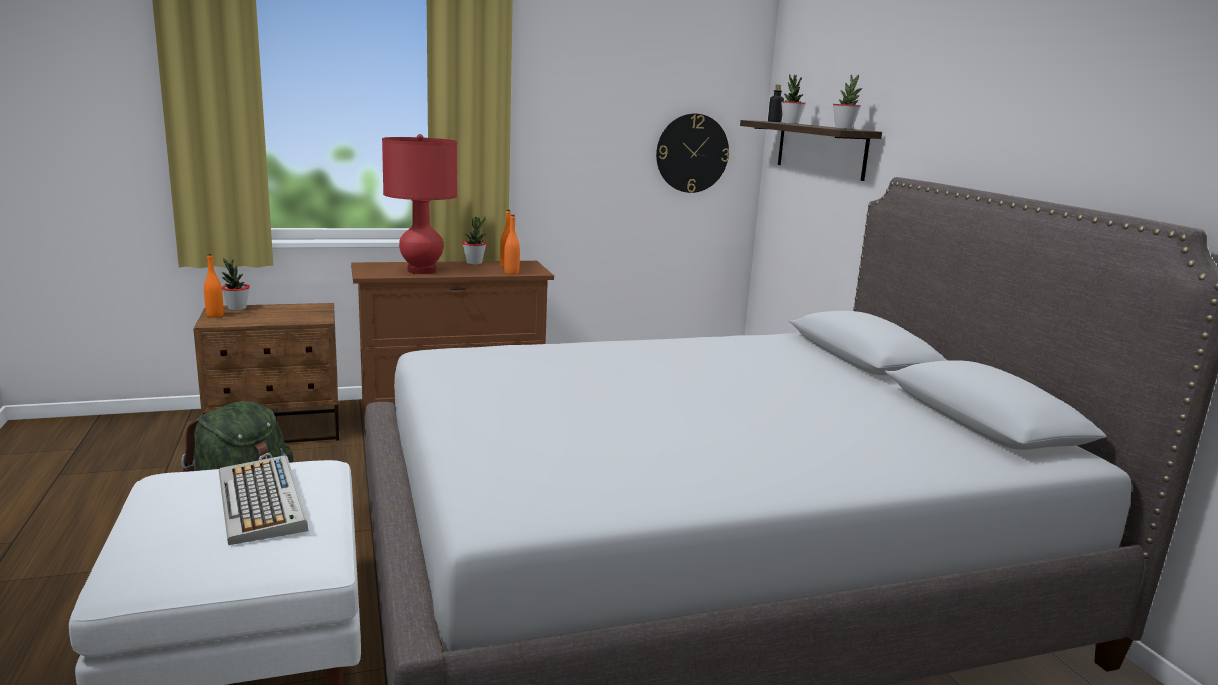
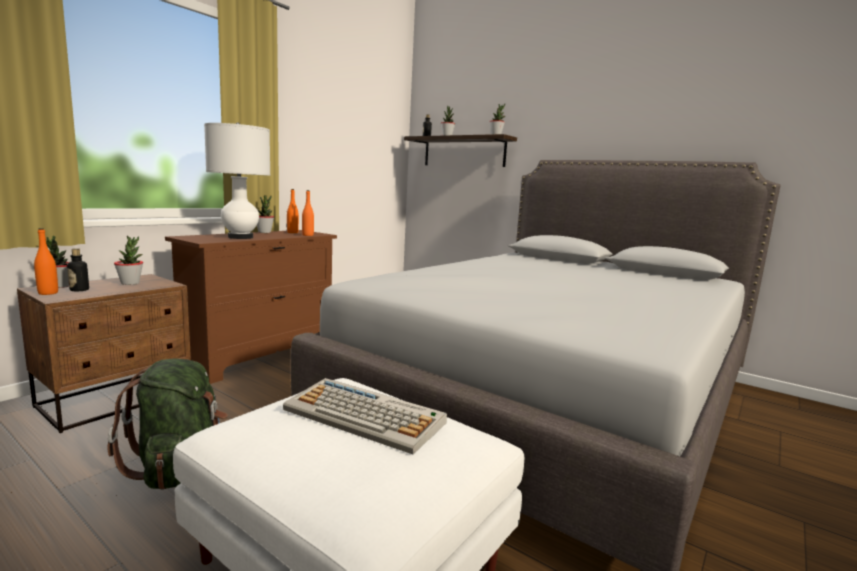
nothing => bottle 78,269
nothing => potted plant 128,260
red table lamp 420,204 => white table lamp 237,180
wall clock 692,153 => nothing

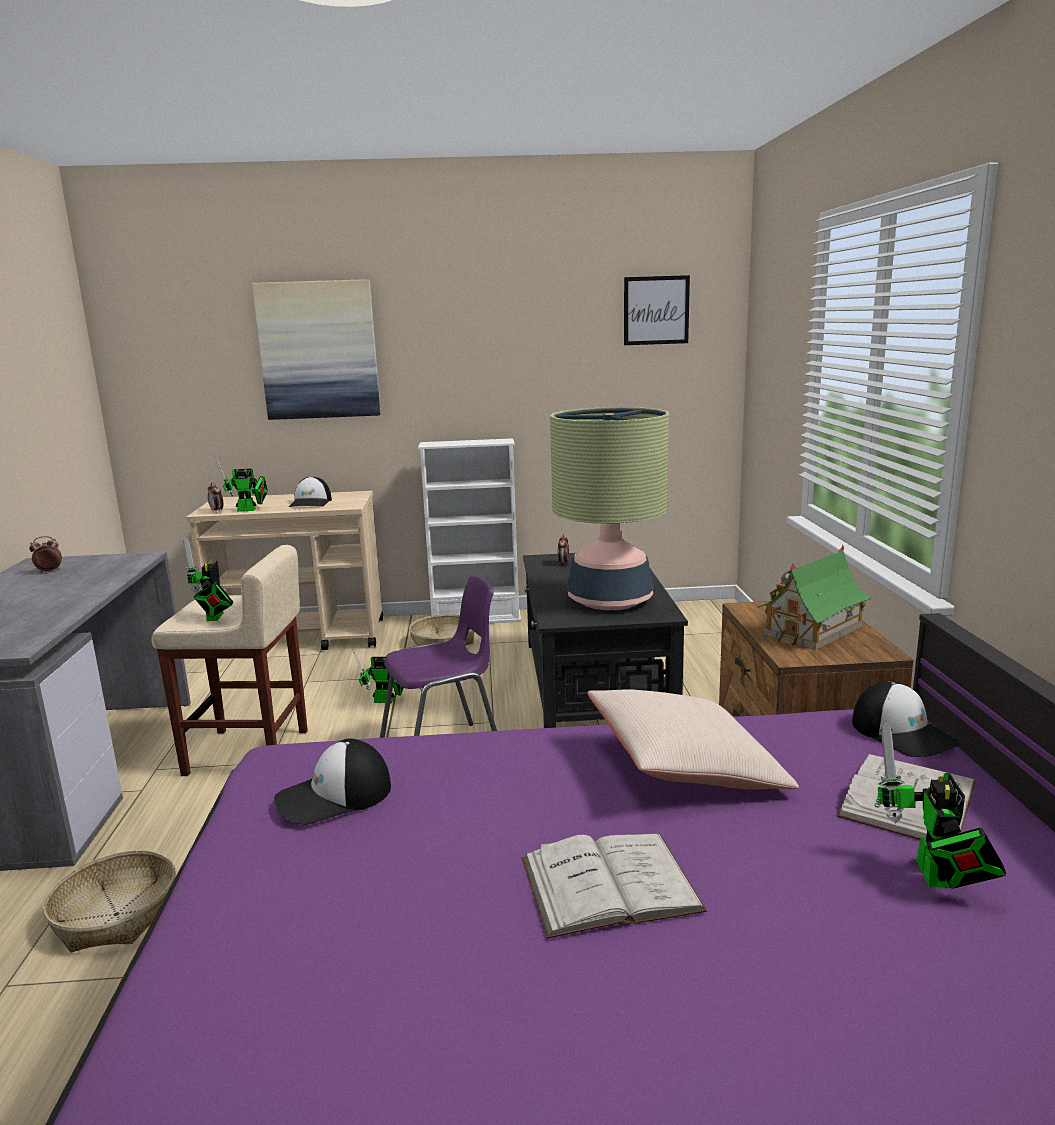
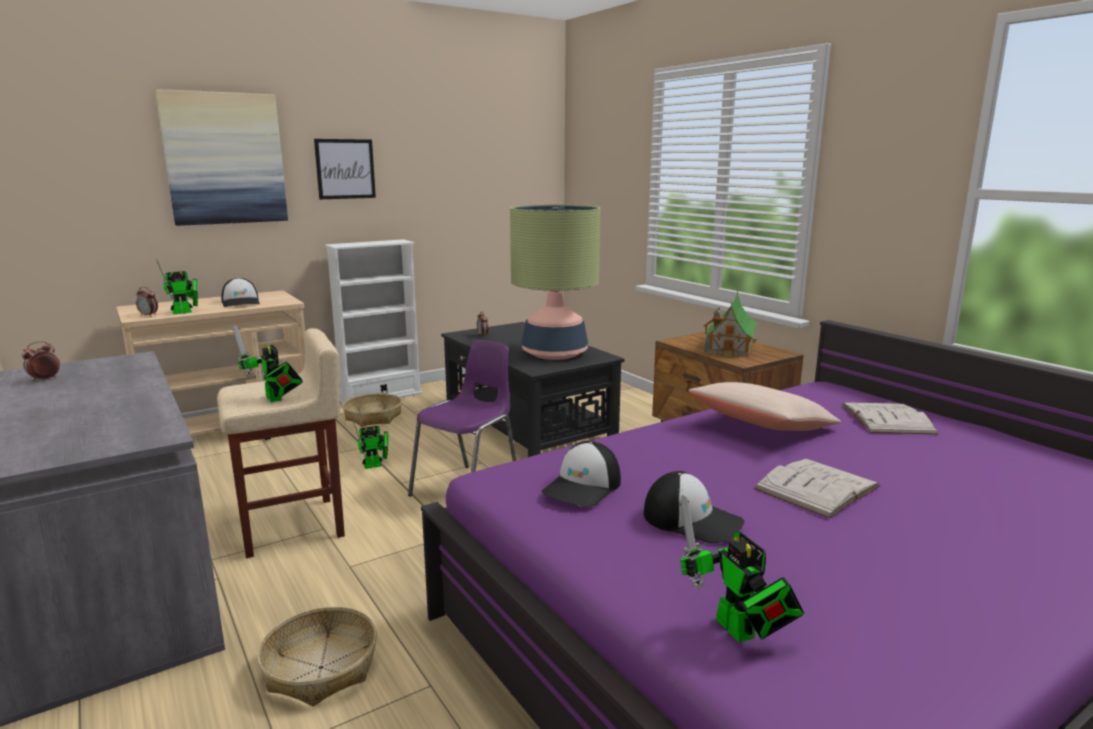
picture 657,310 => picture 345,169, moved
cap 906,719 => cap 694,507, moved
toy robot 942,805 => toy robot 742,568, moved

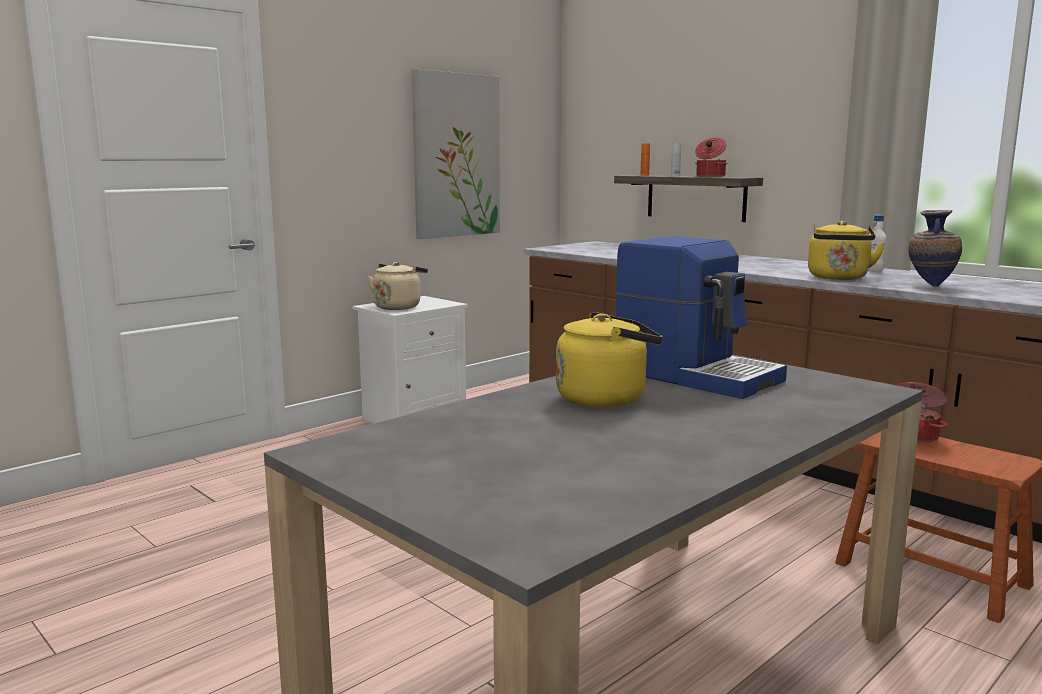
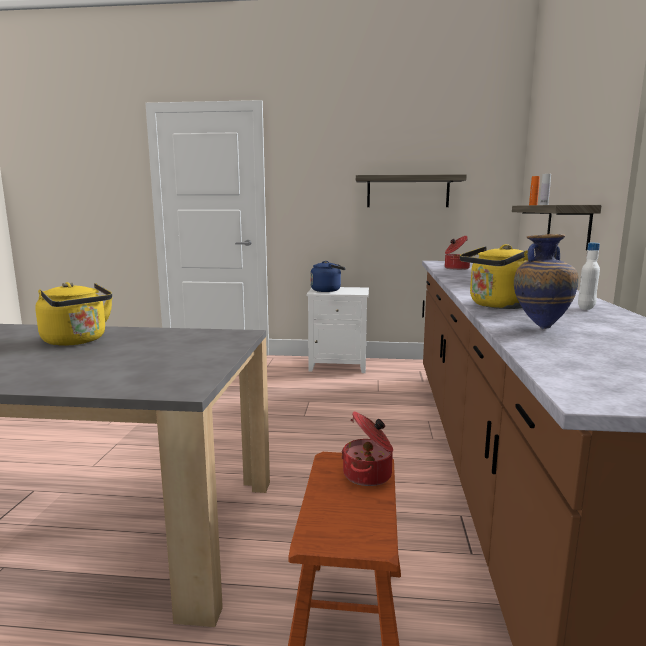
beige kettle 398,286 => blue kettle 328,276
picture 456,154 => shelf 411,190
cooking pot 711,157 => cooking pot 457,253, moved
coffee machine 701,317 => nothing

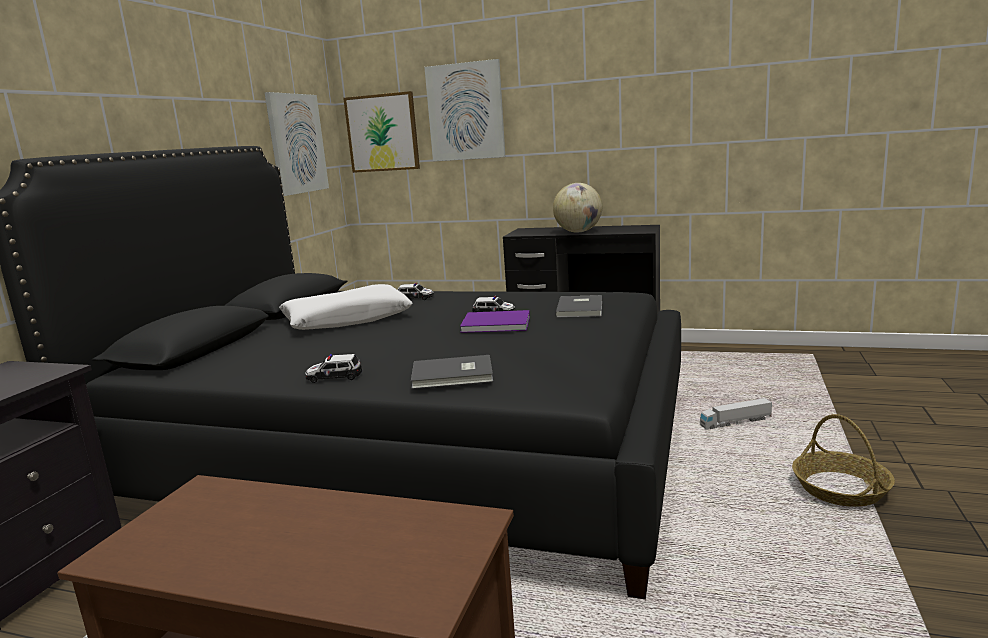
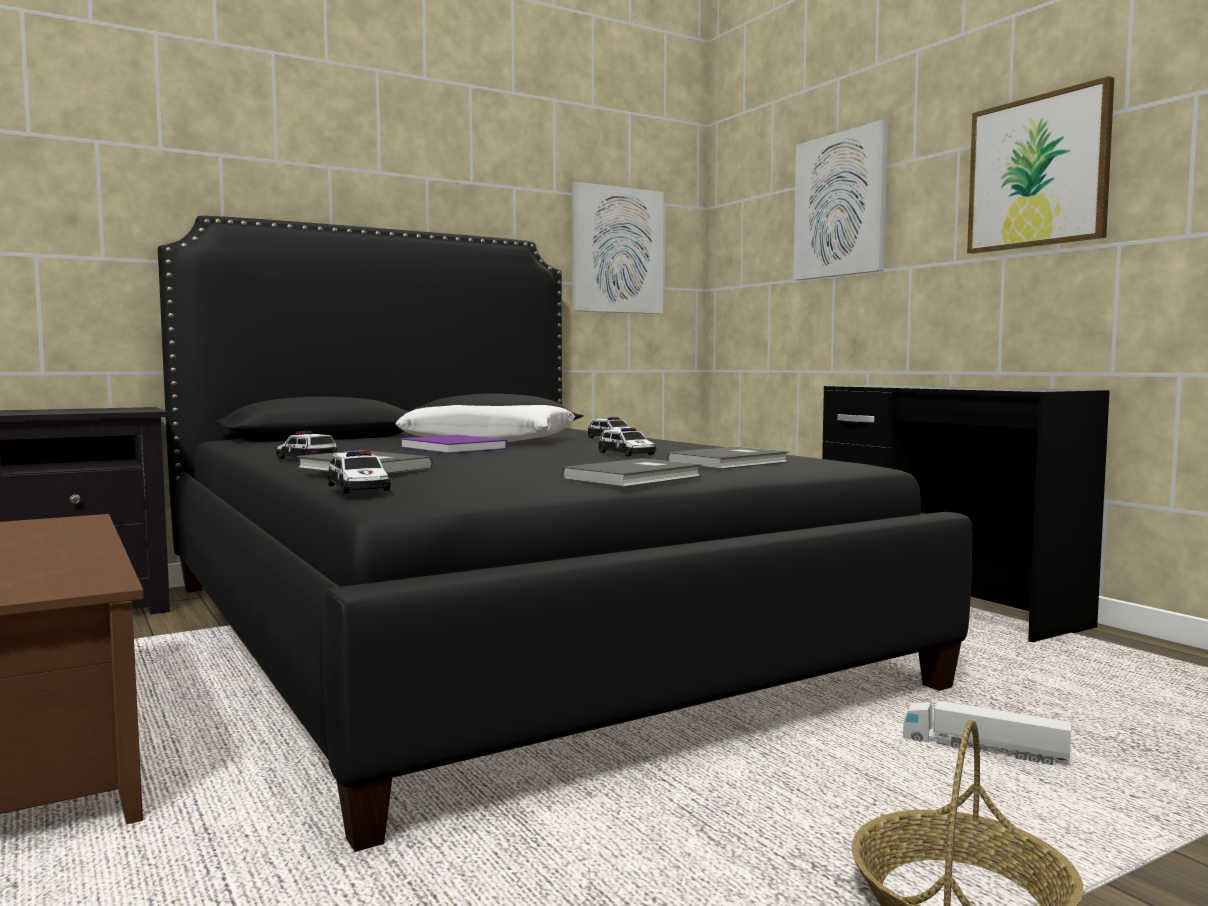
nothing => toy car 359,472
purple book 495,321 => purple book 454,444, moved
nothing => grey book 632,472
picture 381,132 => picture 1040,165, moved
globe 577,208 => nothing

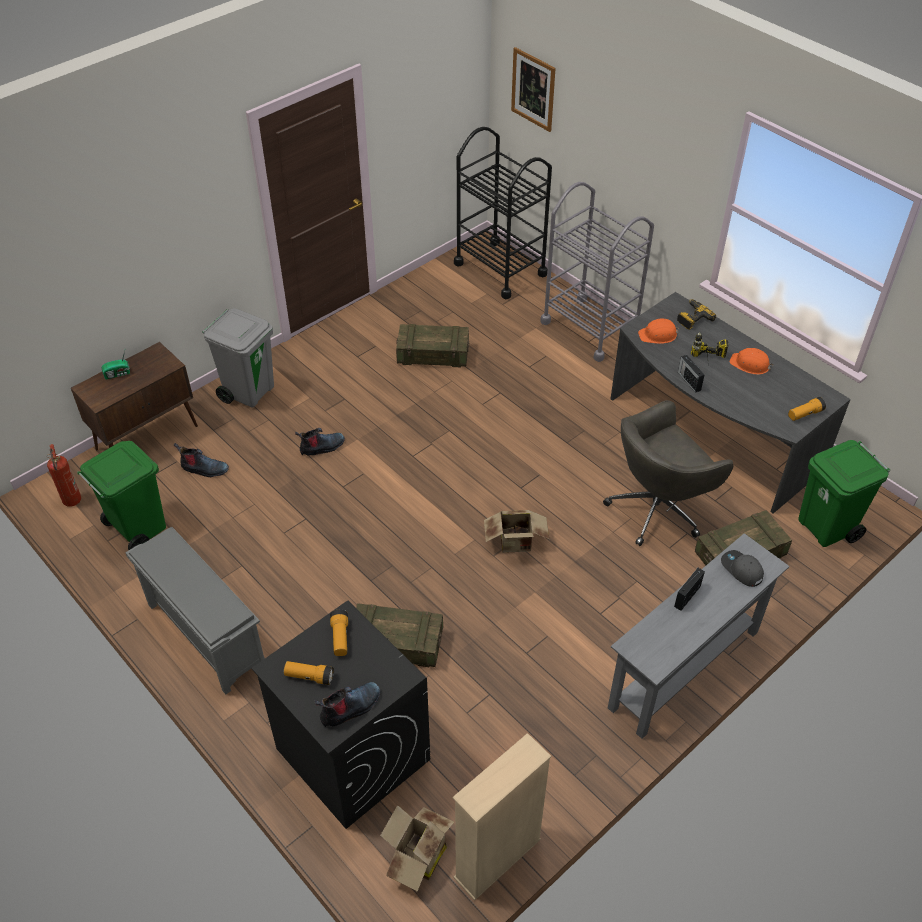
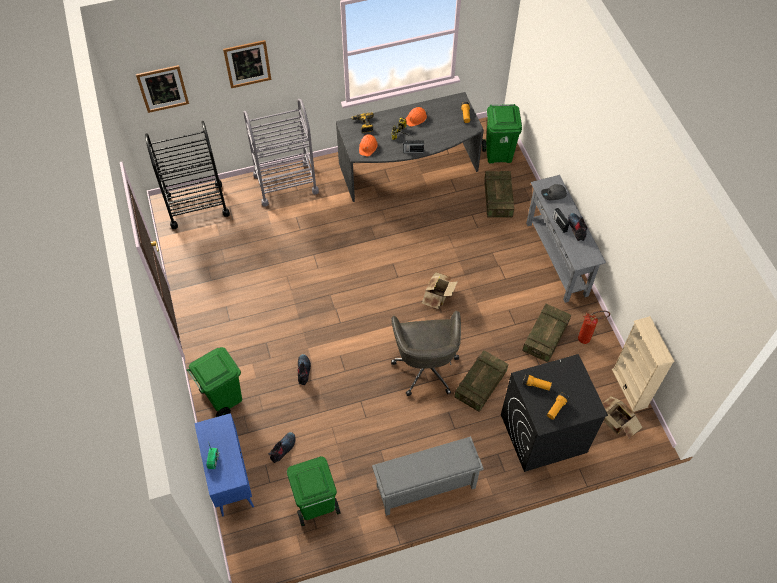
grey trash can 238,357 => green trash can 214,382
brown cabinet 134,396 => blue cabinet 224,464
nothing => picture 247,64
grey office chair 668,473 => grey office chair 426,353, moved
crate 432,345 => crate 546,333, moved
boot 347,704 => boot 578,227, moved
fire extinguisher 64,475 => fire extinguisher 594,327, moved

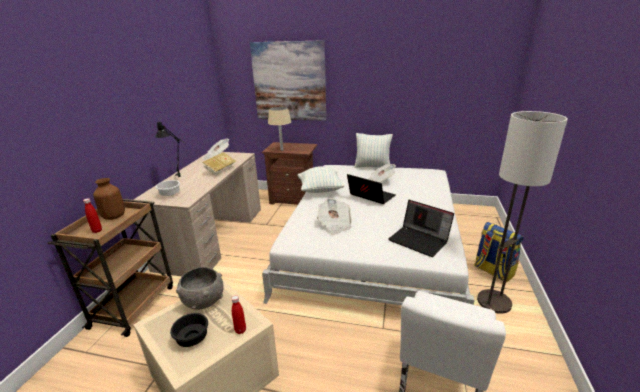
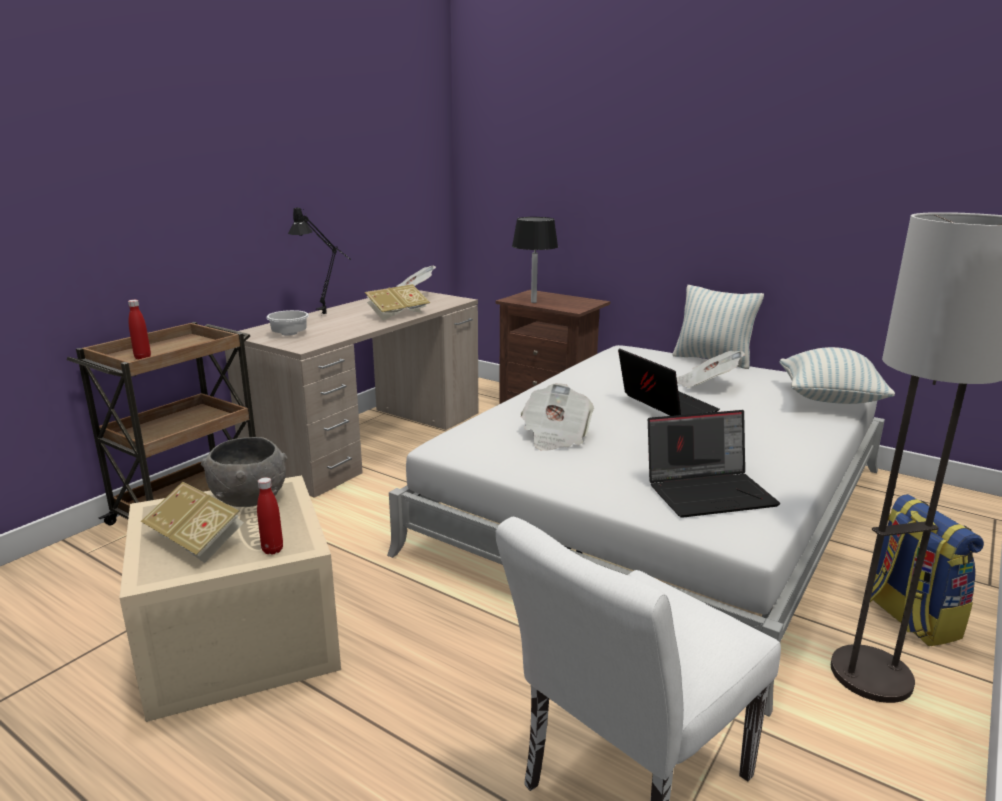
black bowl 189,330 => book 192,522
beige table lamp 280,129 => black table lamp 535,260
laptop 421,228 => laptop 714,464, 75 degrees counterclockwise
pillow 321,179 => pillow 837,375, moved
brown vase 109,199 => nothing
picture 288,80 => nothing

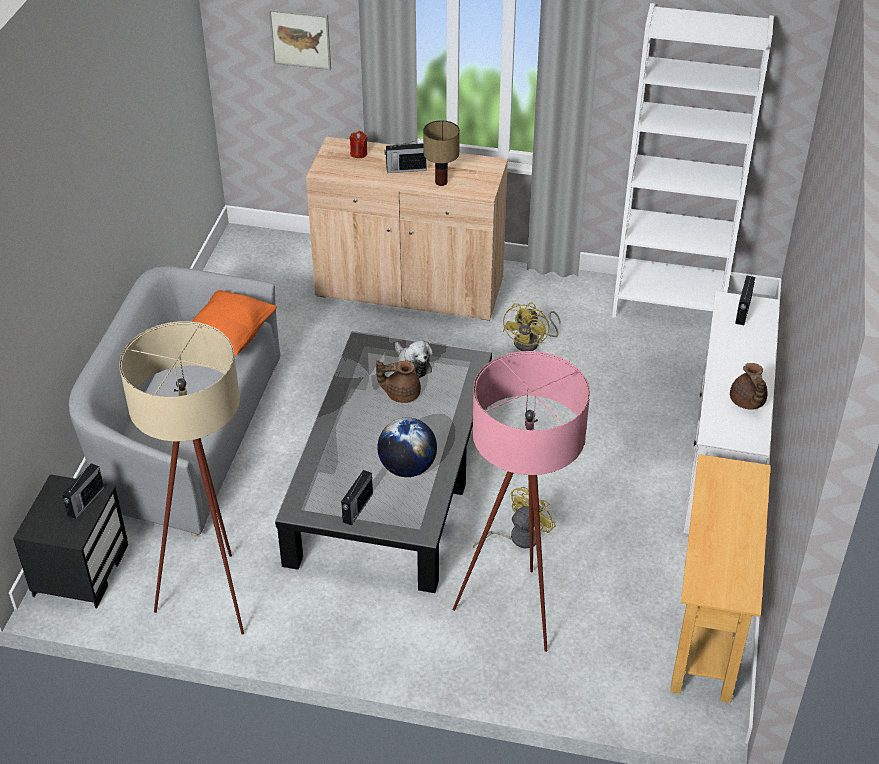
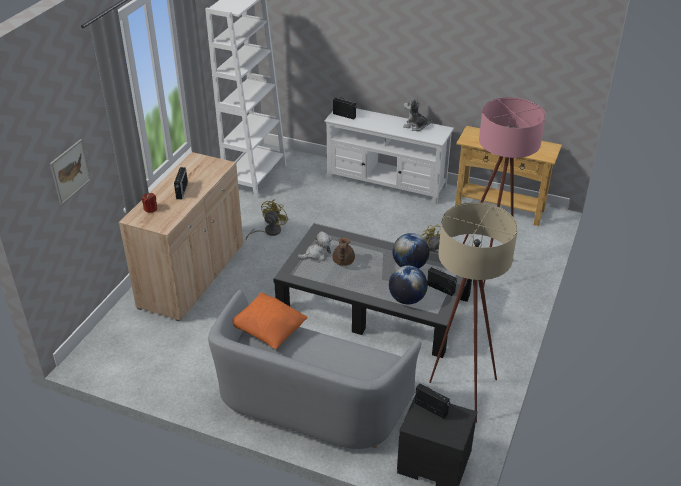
yellow fan 531,326 => yellow fan 267,219, 90 degrees counterclockwise
nothing => globe 408,285
brown teapot 749,386 => plush toy 417,114
table lamp 441,153 => nothing

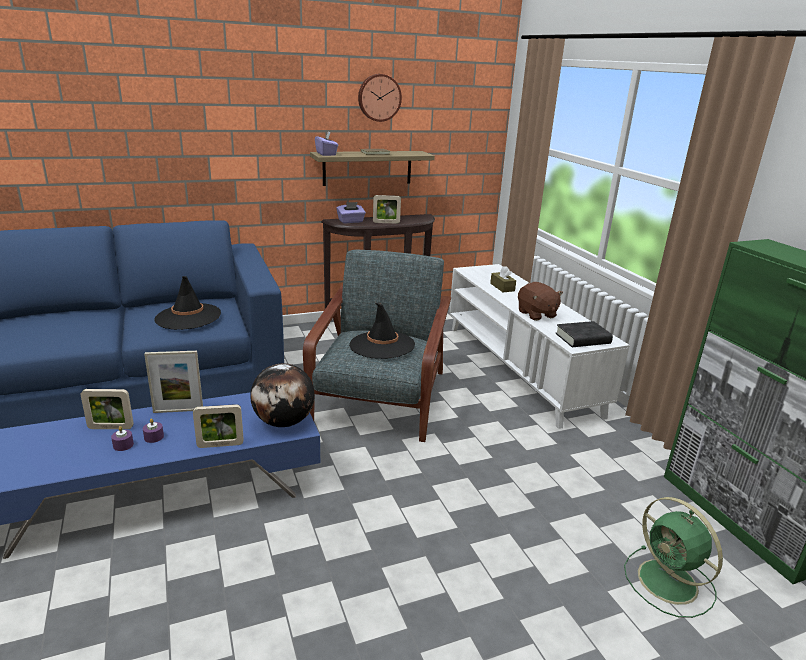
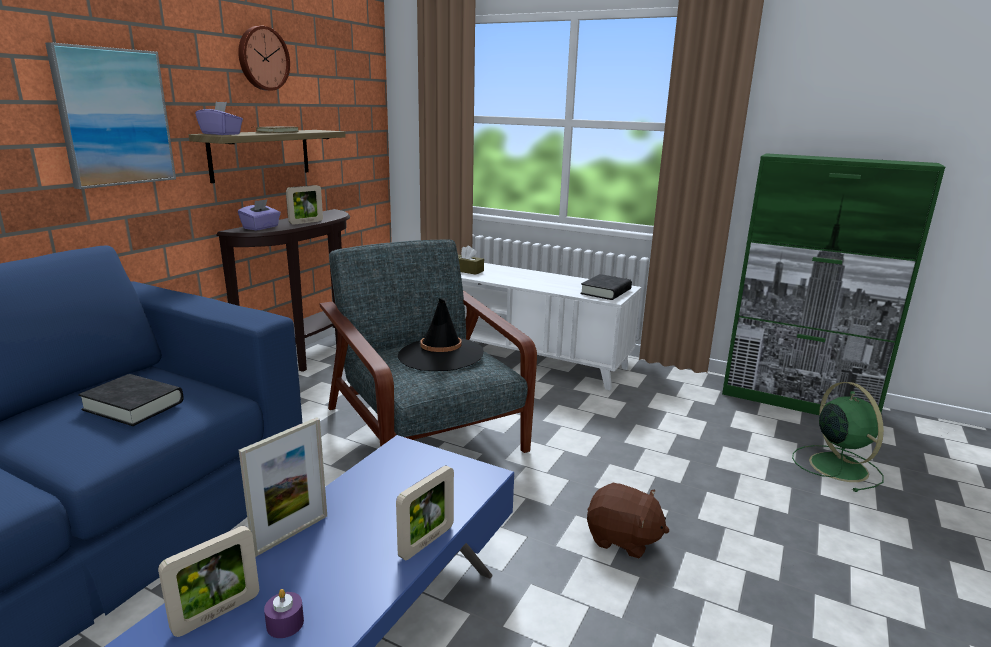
nothing => picture 110,115
black hat 187,303 => black book 131,400
brown plush toy 540,301 => brown plush toy 628,520, moved
green fan 673,557 => green fan 838,437, 120 degrees counterclockwise
purple candle 153,431 => nothing
globe 282,395 => nothing

